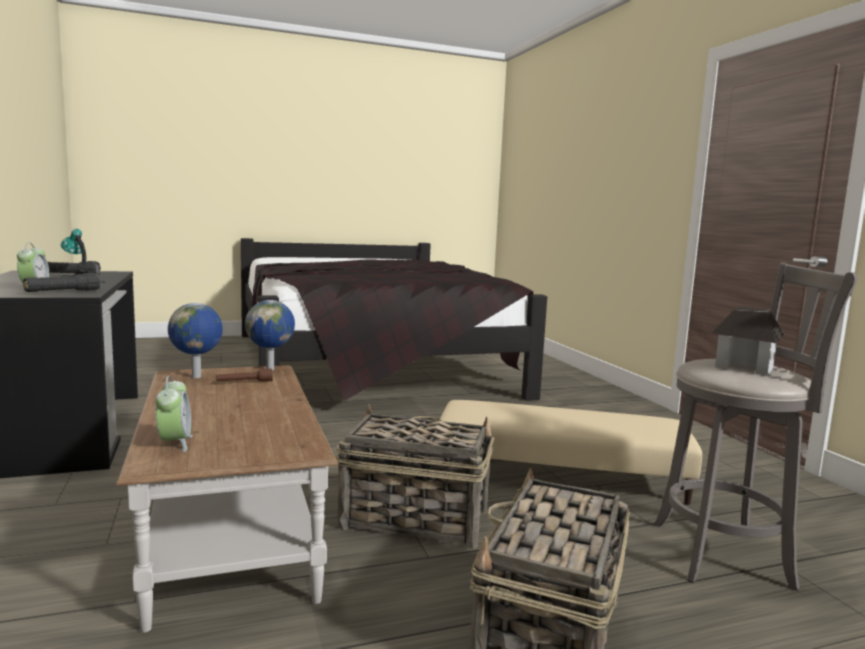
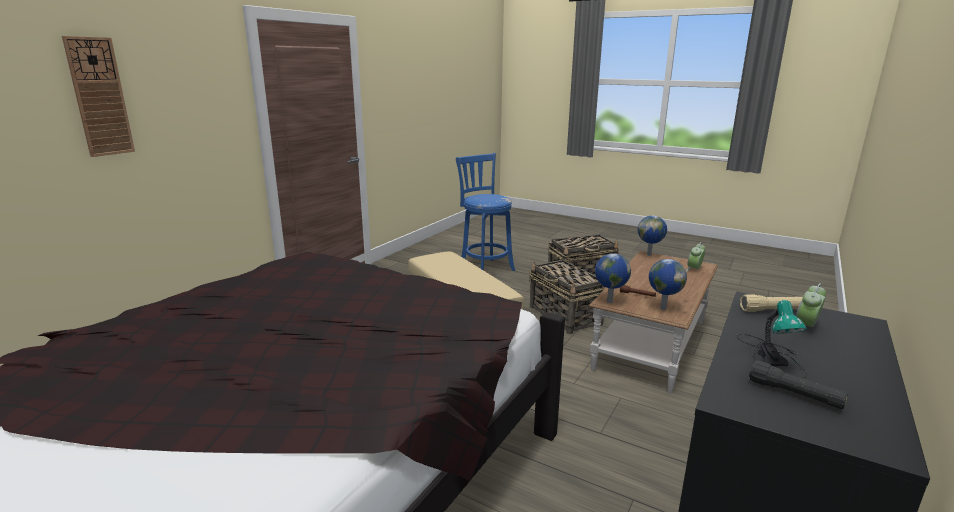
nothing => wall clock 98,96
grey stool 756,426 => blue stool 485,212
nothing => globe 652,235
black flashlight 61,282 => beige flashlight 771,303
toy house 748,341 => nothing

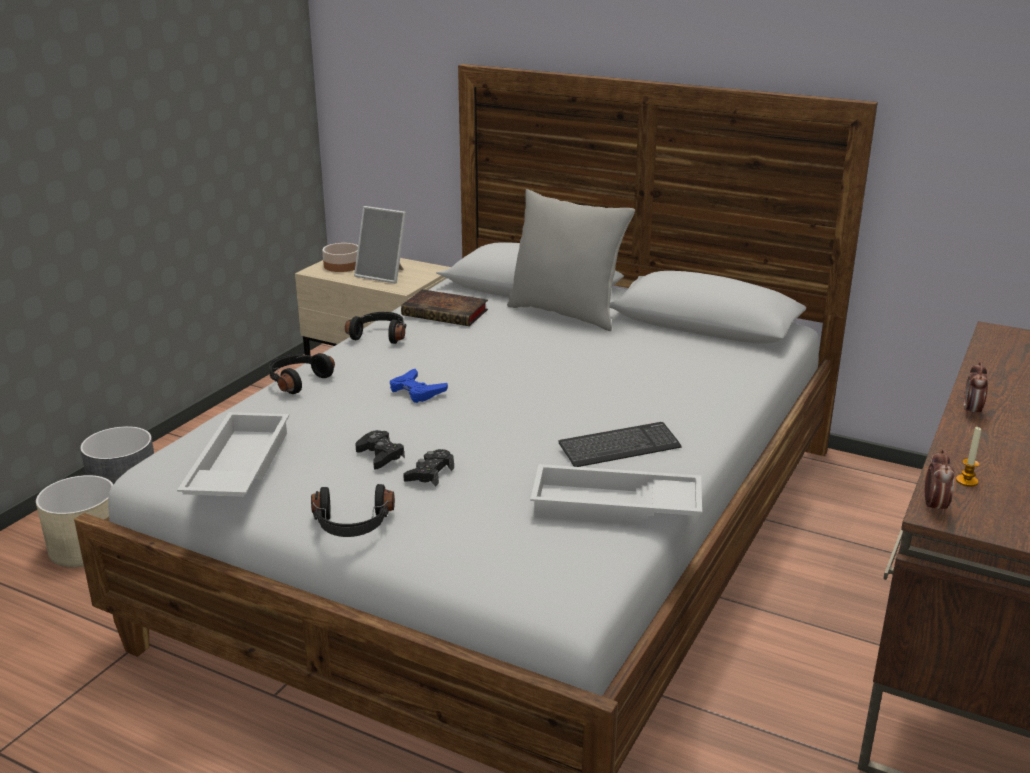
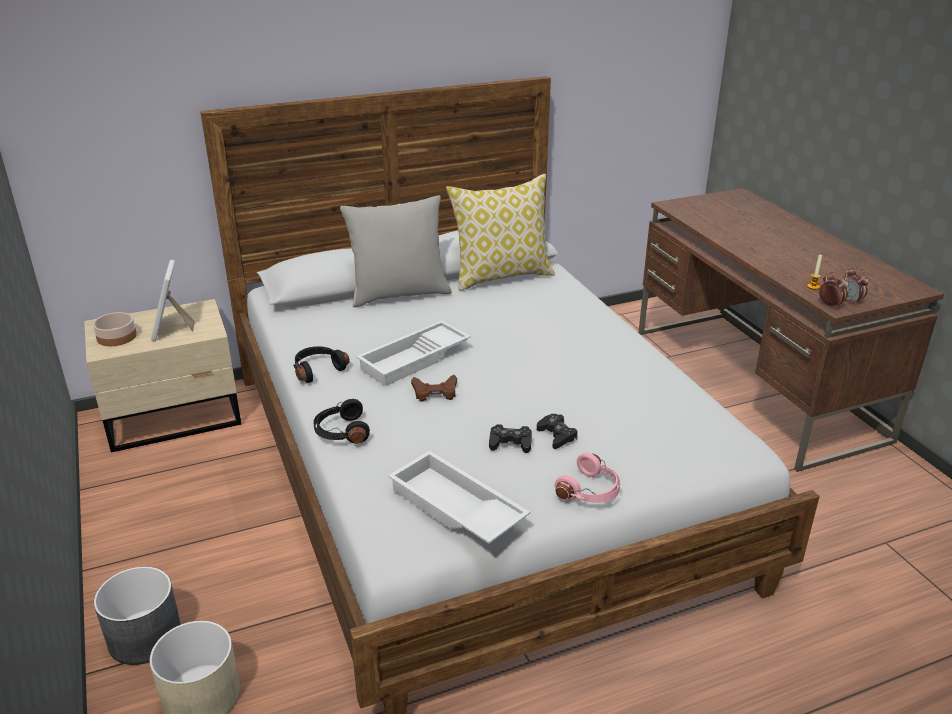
picture frame 380,244 => picture frame 173,300, 105 degrees clockwise
white tray 616,494 => white tray 413,353, moved
blue game controller 419,386 => brown game controller 434,388
nothing => pillow 500,232
black headphones 353,510 => pink headphones 587,477
alarm clock 976,388 => alarm clock 857,286, moved
book 444,307 => nothing
keyboard 620,444 => nothing

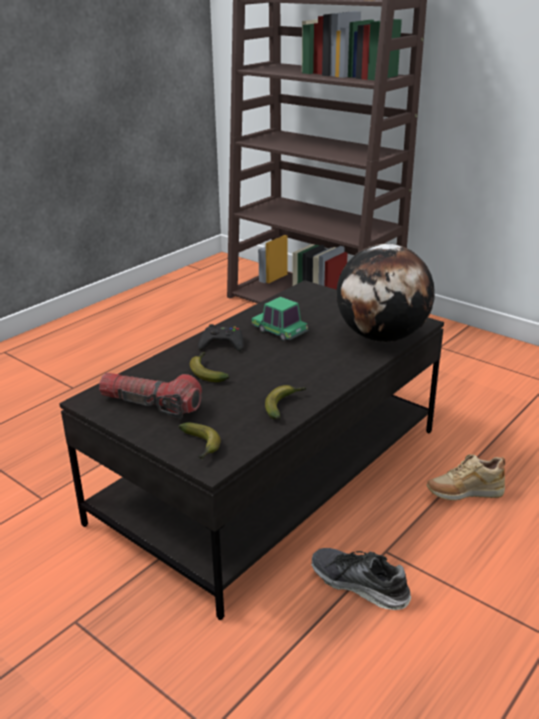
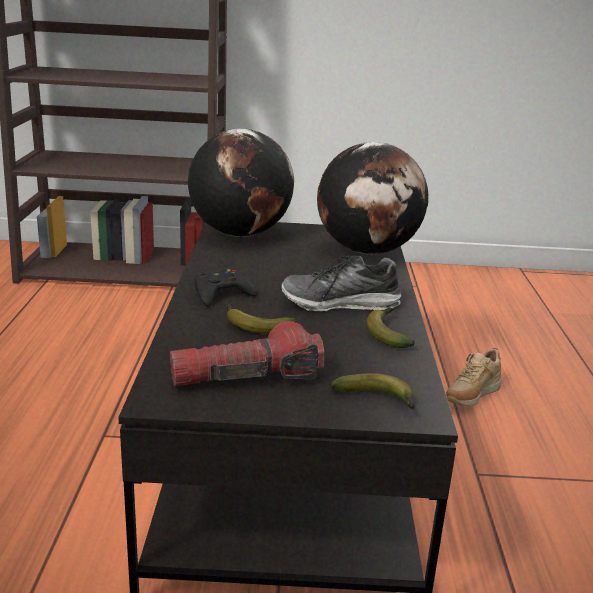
nothing => globe 241,182
shoe 361,579 => shoe 341,283, moved
toy car 280,319 => nothing

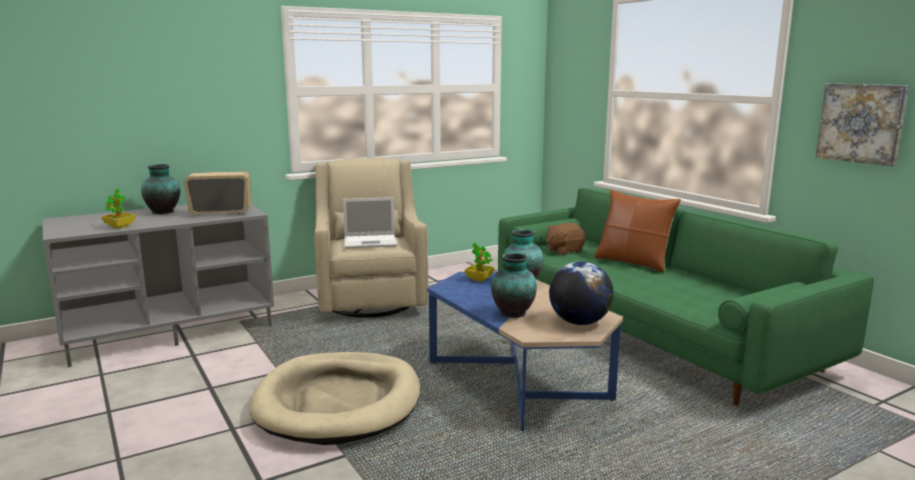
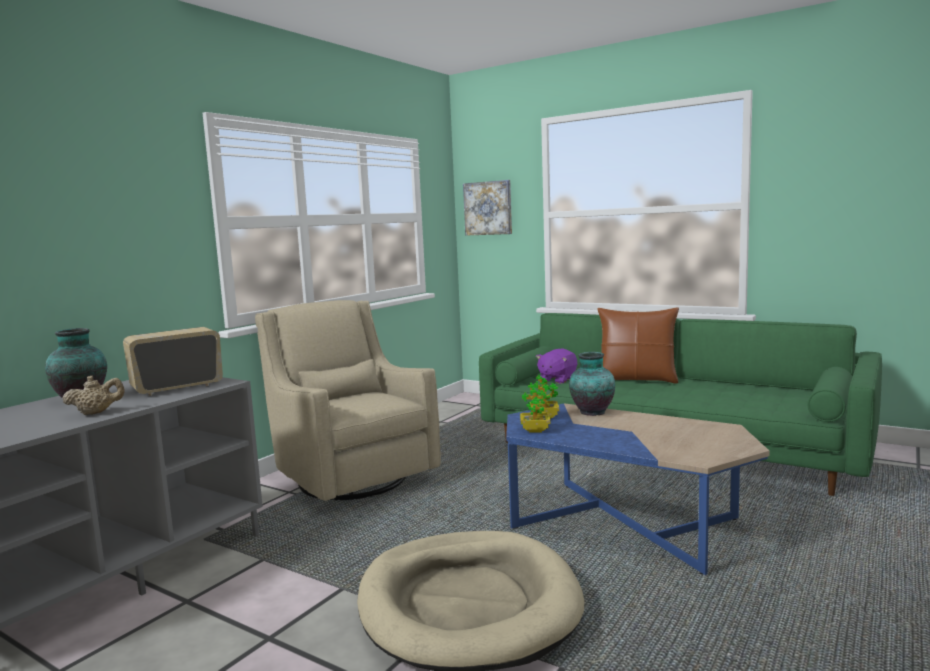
nothing => beige teapot 93,395
picture 862,124 => picture 487,208, moved
potted plant 119,208 => potted plant 535,408, moved
brown plush toy 566,239 => purple plush toy 556,366
laptop 370,223 => nothing
vase 514,285 => nothing
globe 581,293 => nothing

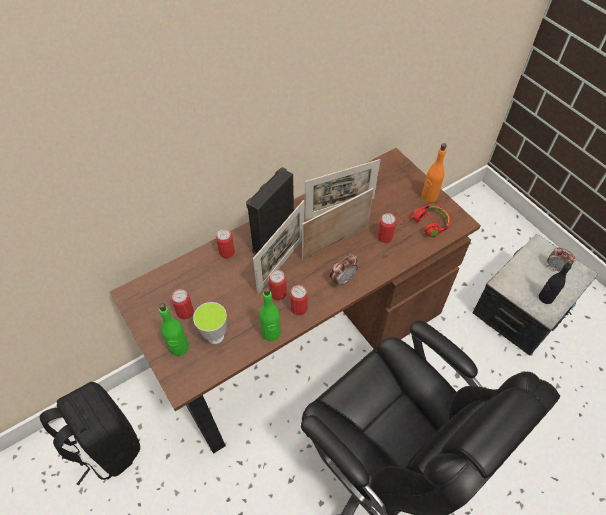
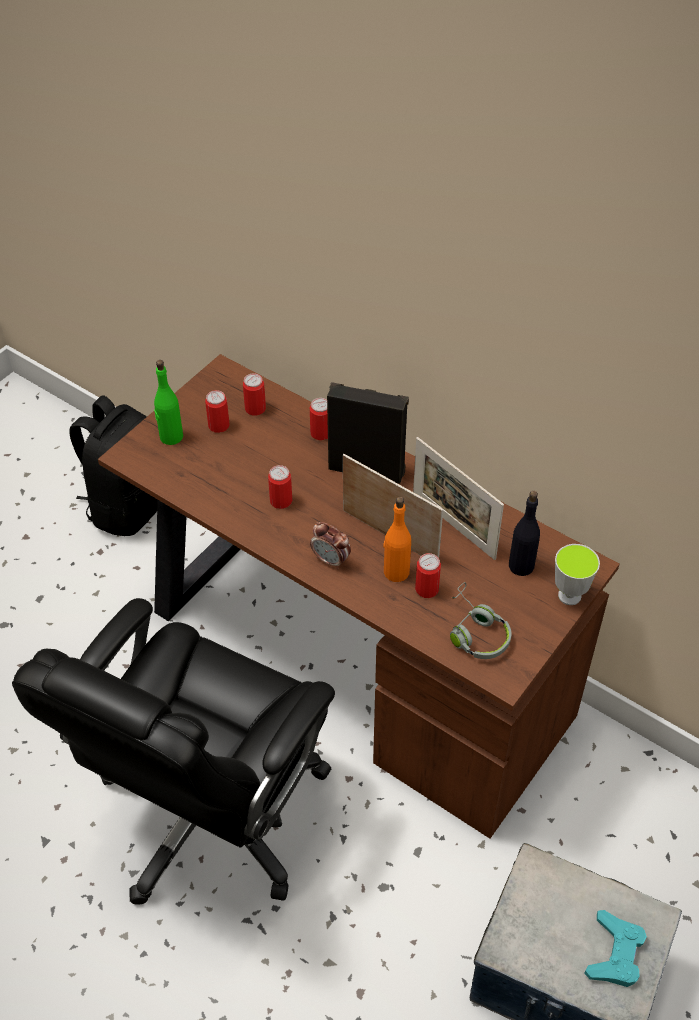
can 299,300 => can 254,394, moved
orange bottle 434,172 => orange bottle 397,539, moved
red headphones 423,221 => grey headphones 481,620
black bottle 556,282 => black bottle 524,533, moved
cup 210,323 => cup 577,574, moved
alarm clock 561,259 => turquoise game controller 615,948
picture frame 279,247 => nothing
green bottle 270,314 => nothing

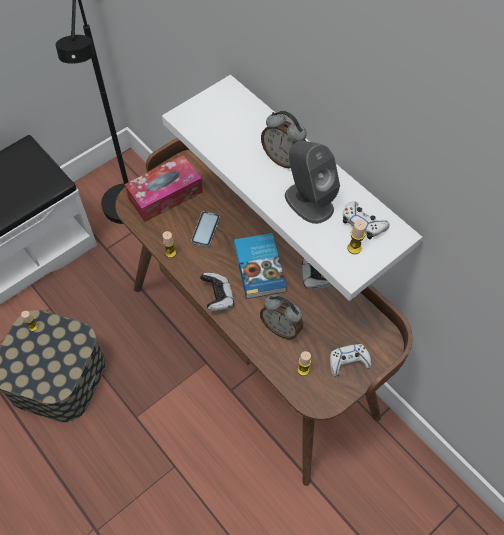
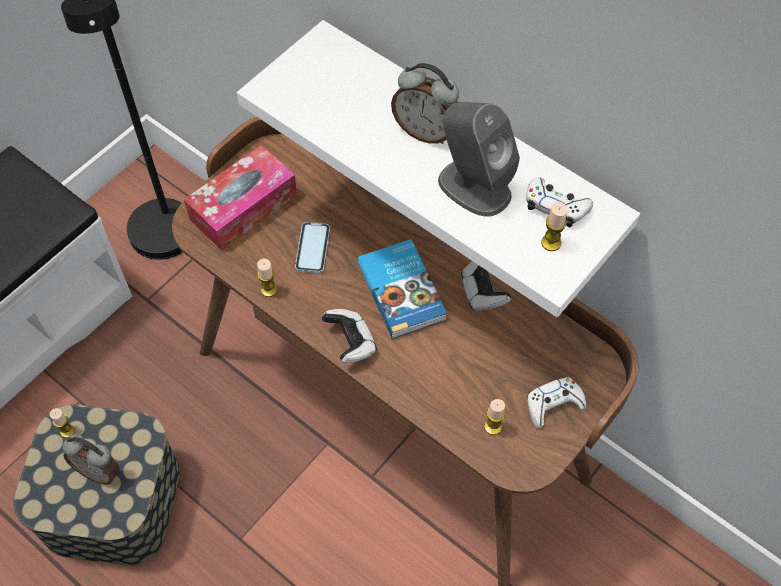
alarm clock 281,317 => alarm clock 91,459, moved

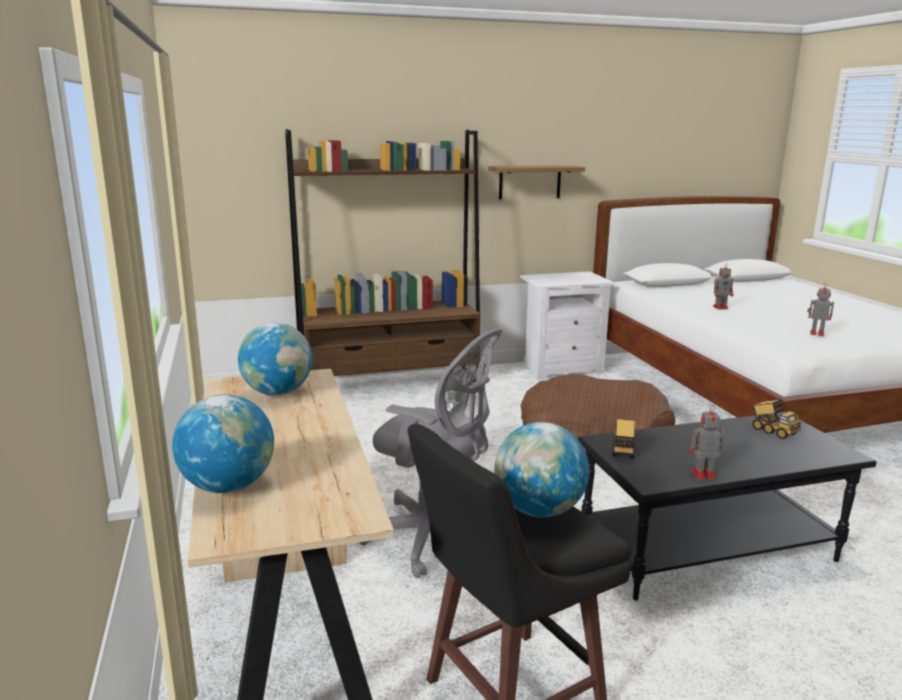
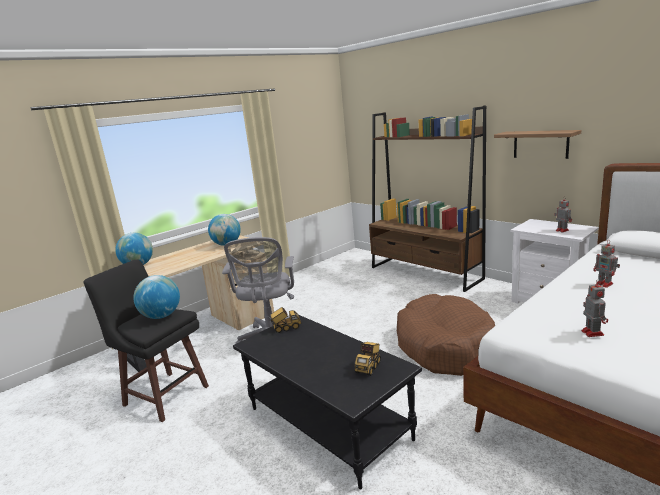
toy robot 707,442 => toy robot 563,214, moved

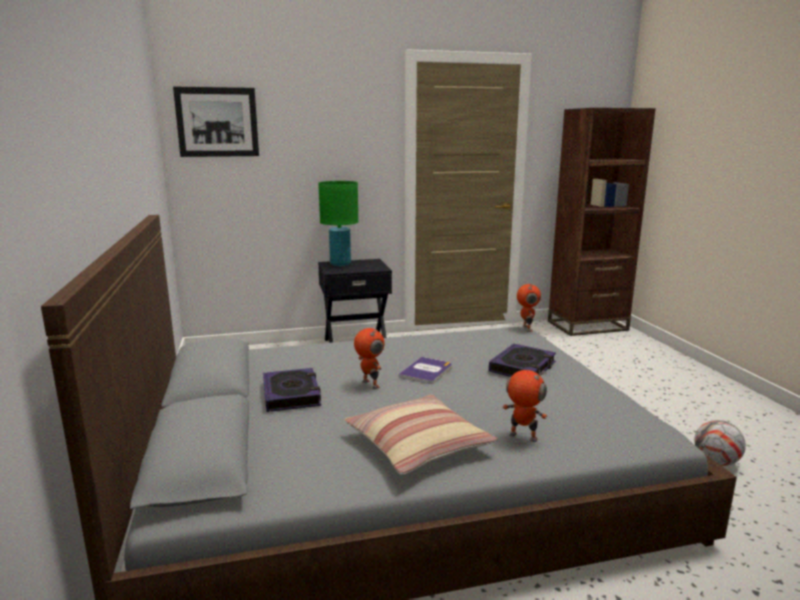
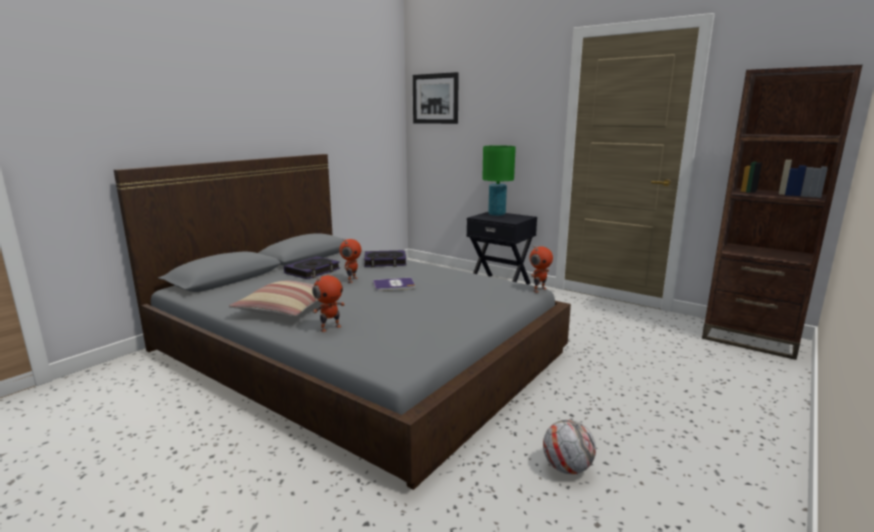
toy robot 525,406 => toy robot 328,303, 60 degrees clockwise
book 522,360 => book 385,258, moved

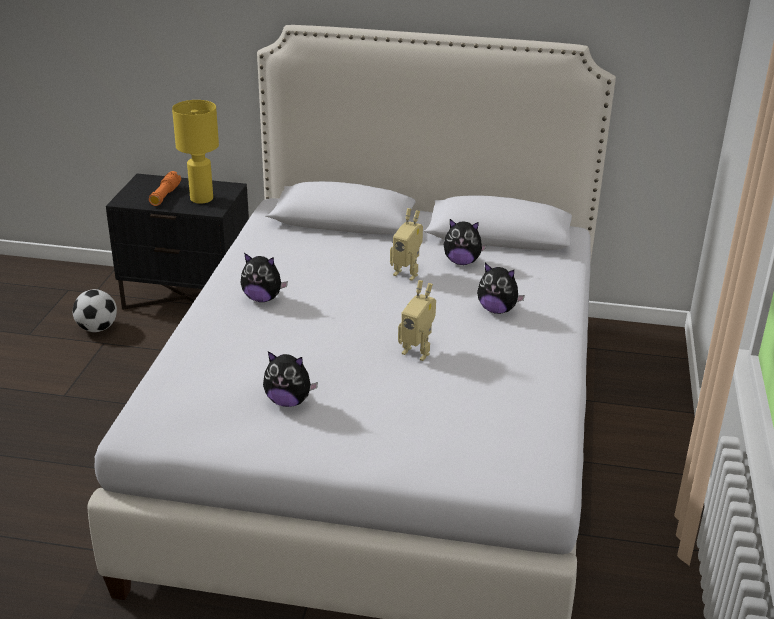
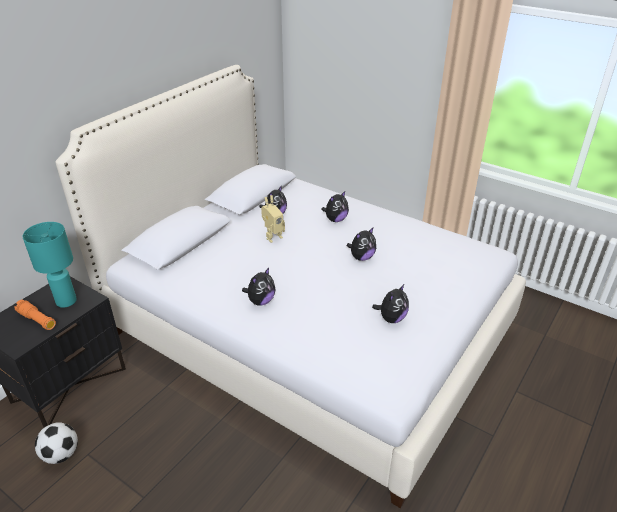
yellow table lamp 195,152 => turquoise table lamp 50,265
toy robot 417,320 => plush toy 361,244

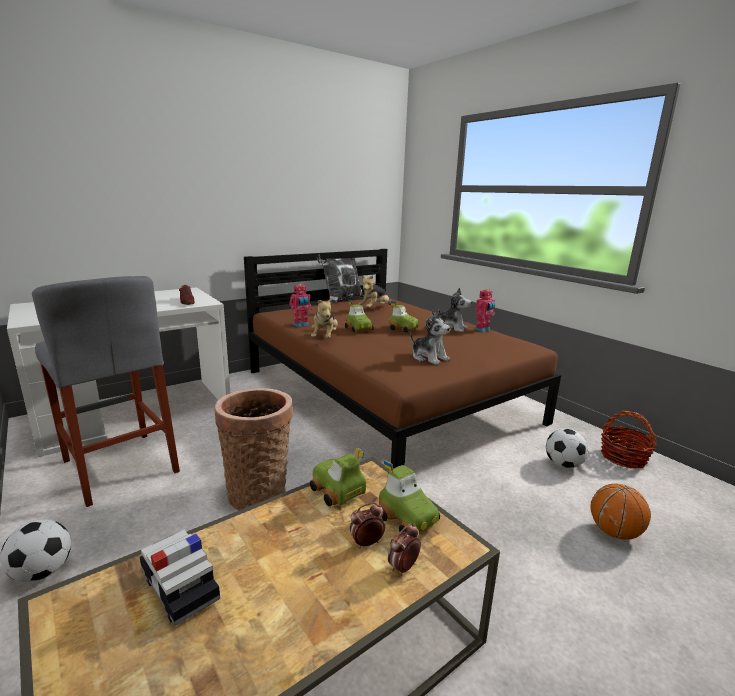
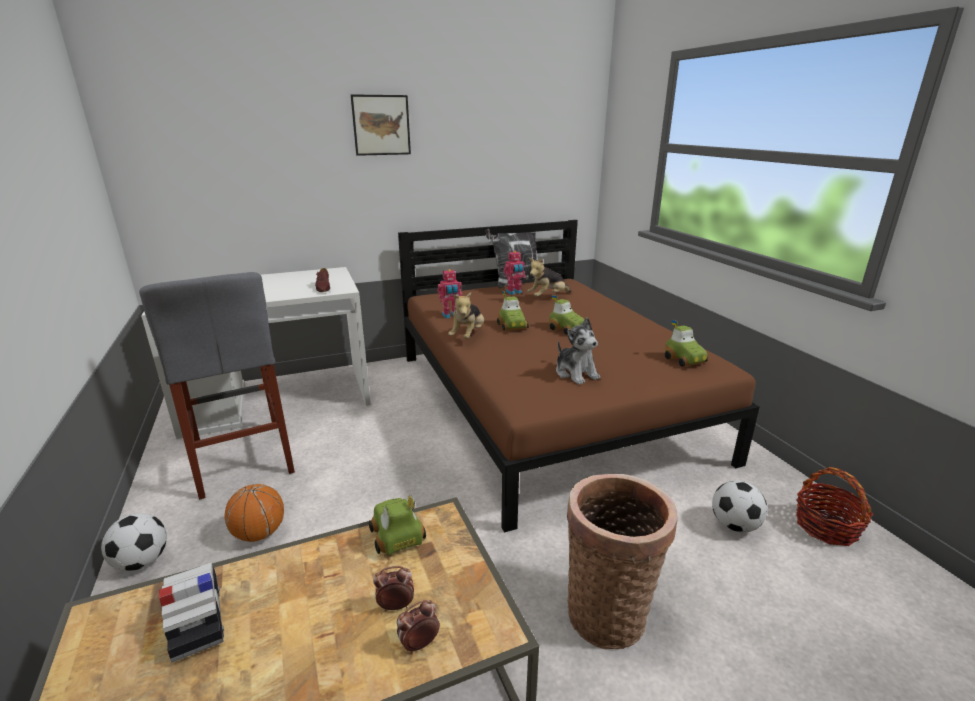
basketball 620,512 => basketball 254,513, moved
nothing => picture 381,125
toy robot 484,310 => toy robot 514,273, moved
basket 254,449 => basket 622,561, moved
toy car 409,496 => toy car 686,343, moved
plush toy 451,310 => nothing

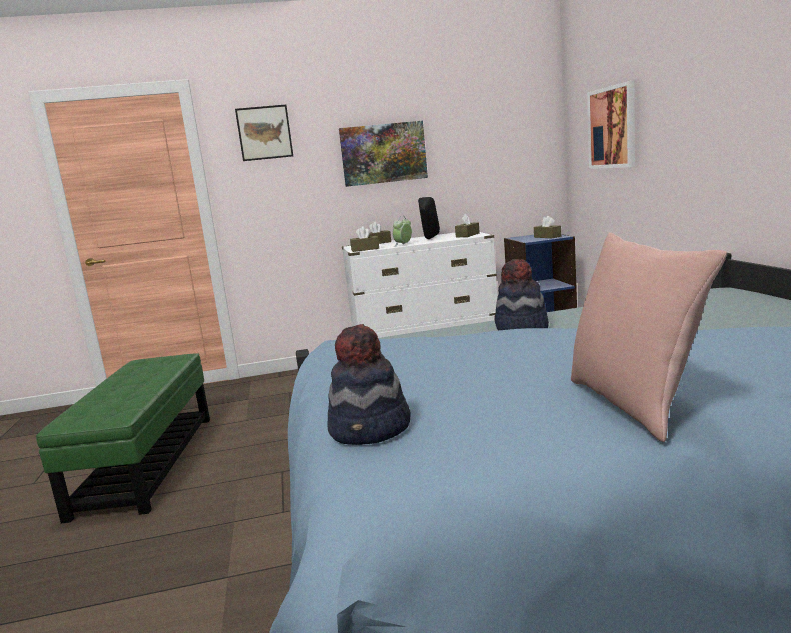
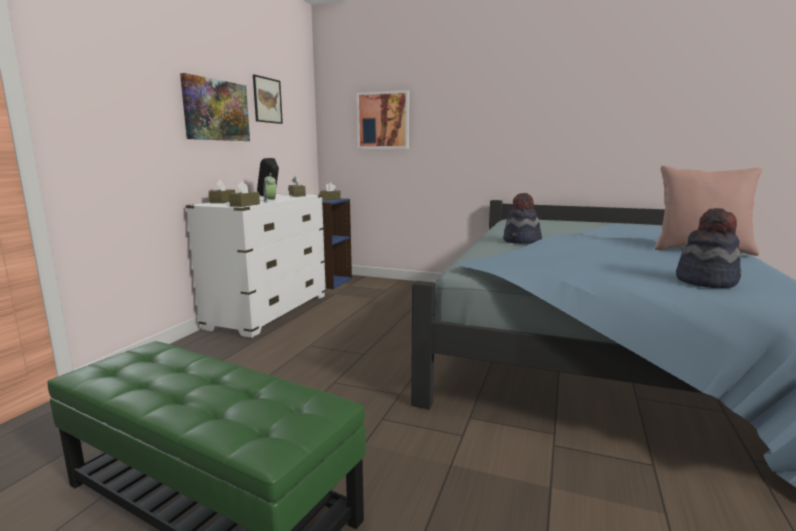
picture 264,133 => picture 268,99, moved

